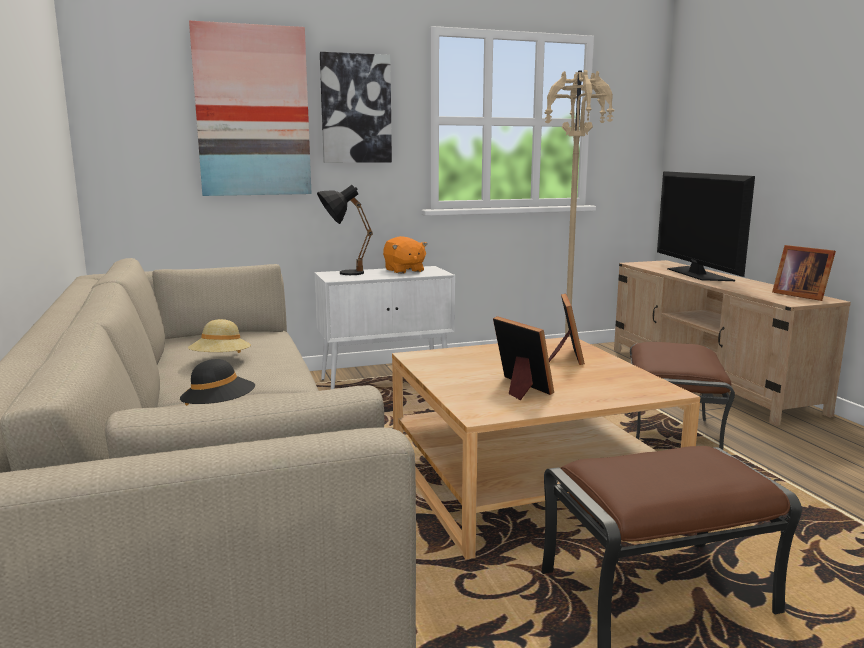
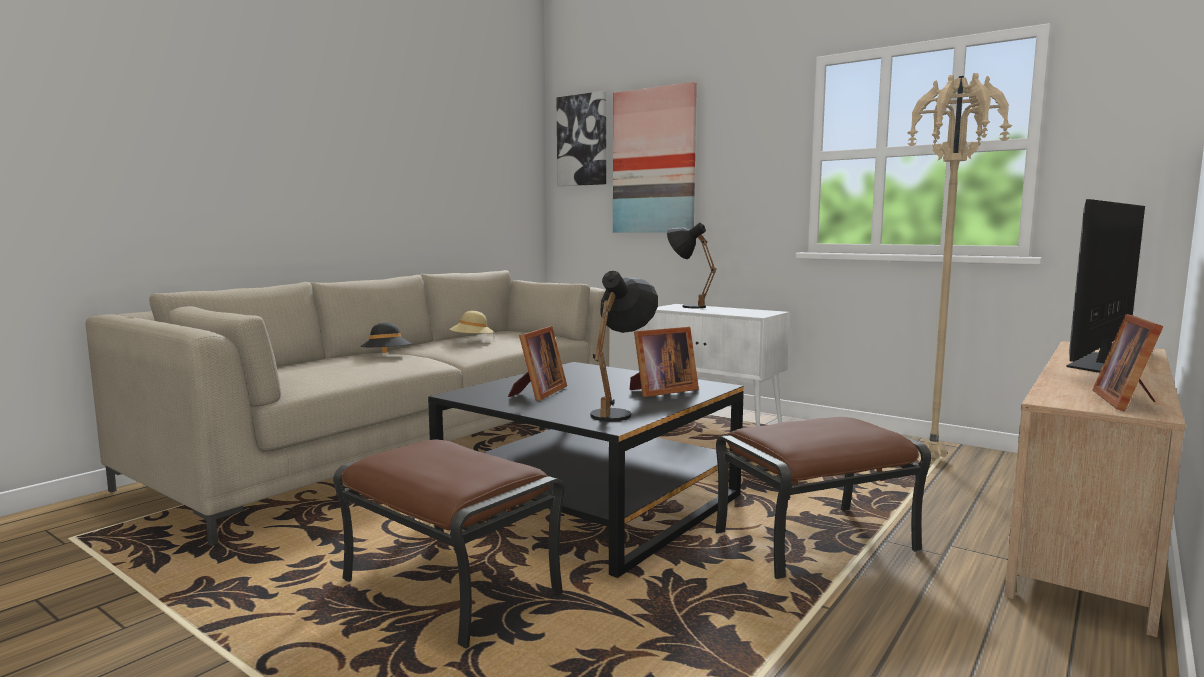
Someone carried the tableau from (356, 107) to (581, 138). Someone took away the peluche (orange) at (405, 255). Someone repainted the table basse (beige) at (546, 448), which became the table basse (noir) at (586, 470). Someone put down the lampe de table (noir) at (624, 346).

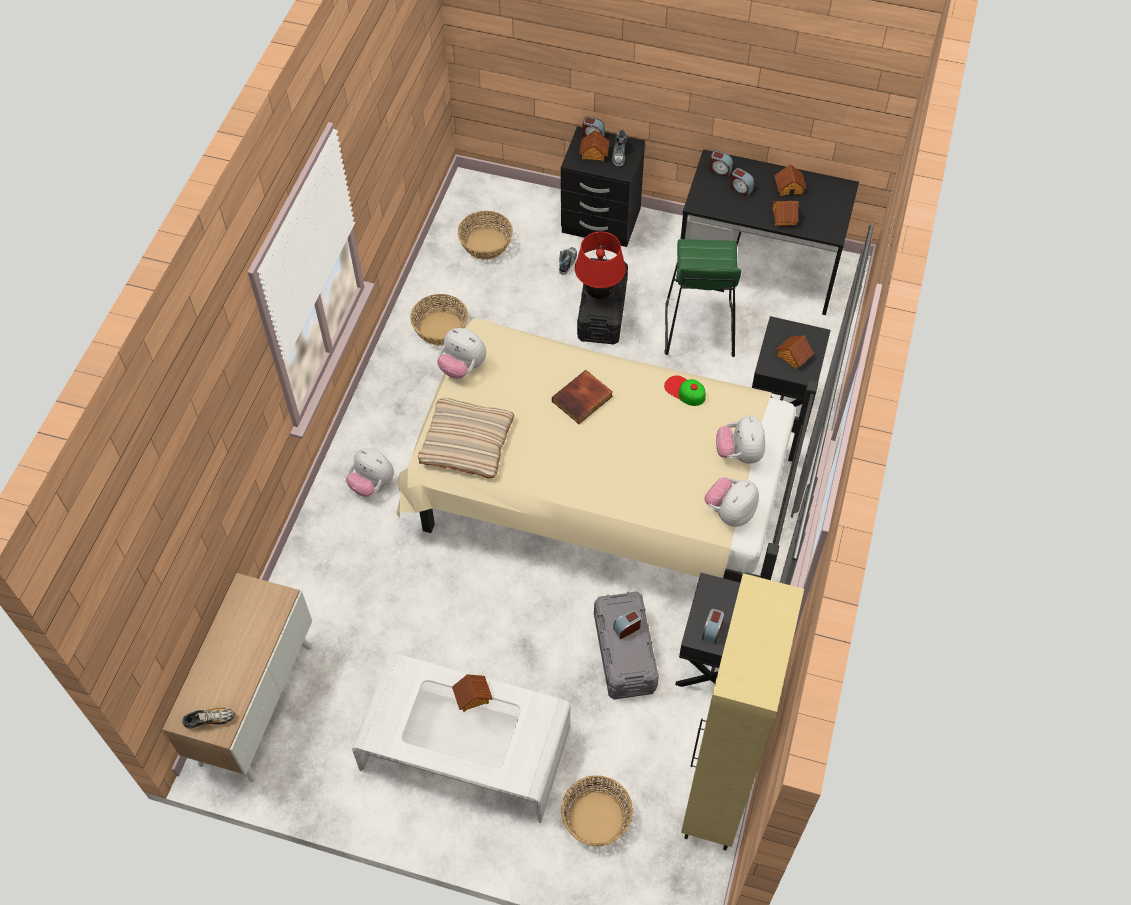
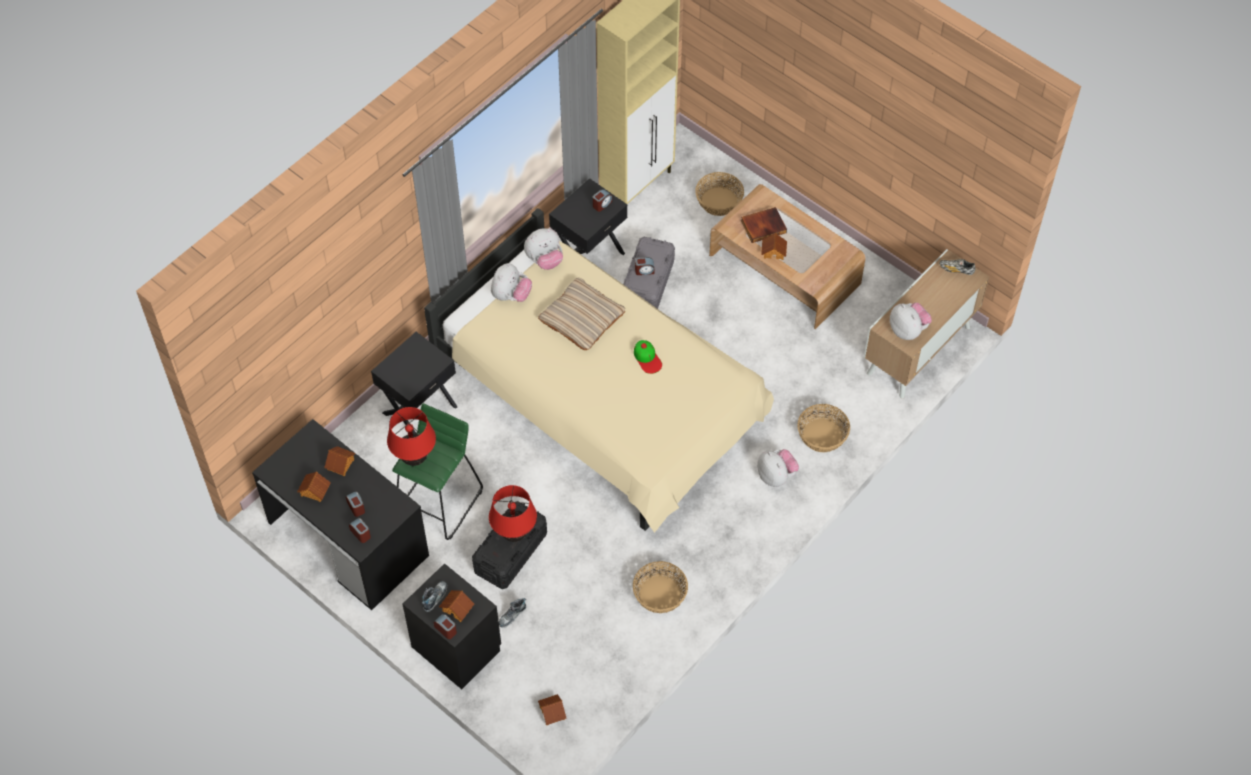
Someone repainted the table basse (blanc) at (461, 738), which became the table basse (marron) at (787, 256). Someone carried the coussin (beige) from (466, 438) to (581, 314). Someone carried the peluche from (461, 353) to (911, 321). Someone carried the panier from (485, 235) to (823, 428). Someone carried the livre from (582, 397) to (764, 225). Someone carried the casquette from (685, 390) to (648, 357). Someone carried the maison miniature from (795, 352) to (552, 709). Someone put down the lampe de table (rouge) at (411, 436).

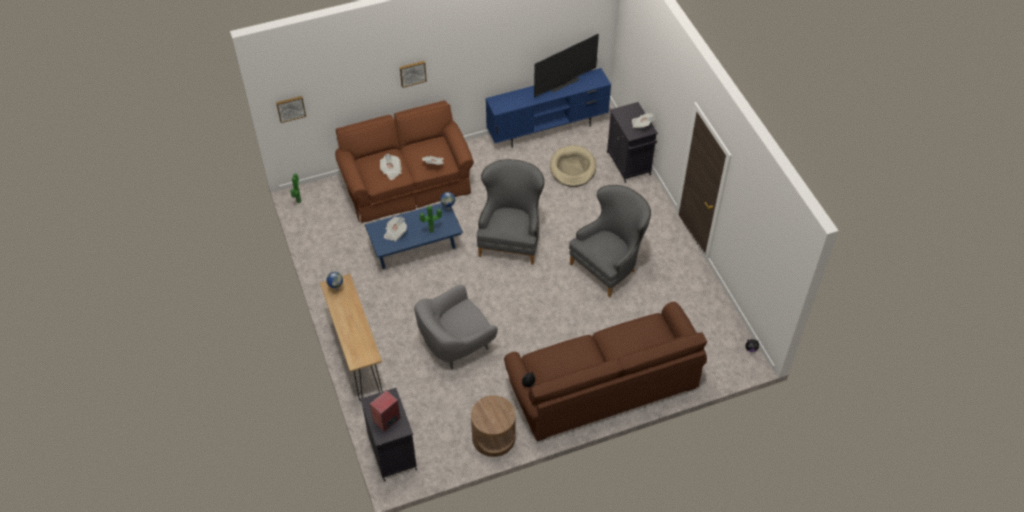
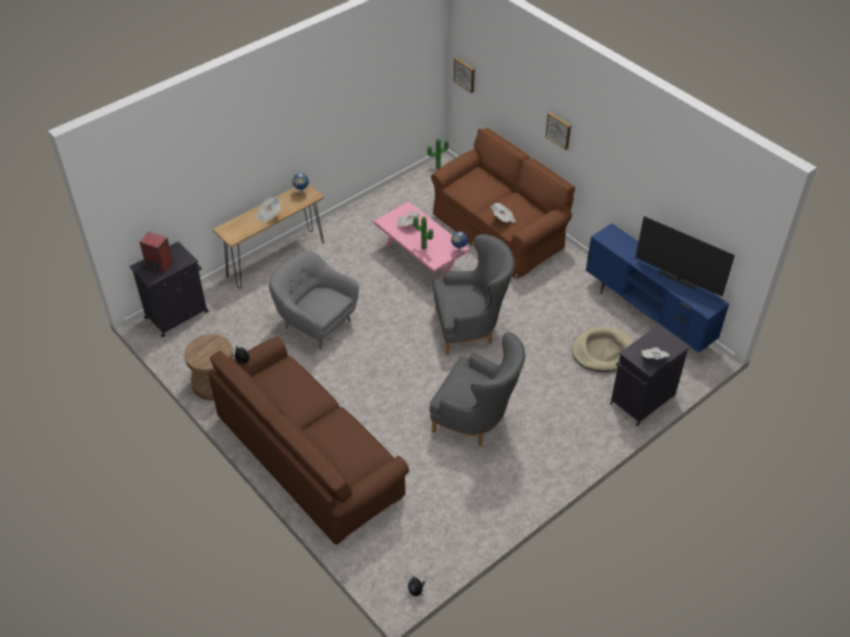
Someone repainted the table basse (bleu) at (414, 236), which became the table basse (rose) at (422, 240). Someone carried the journal from (391, 167) to (268, 210).

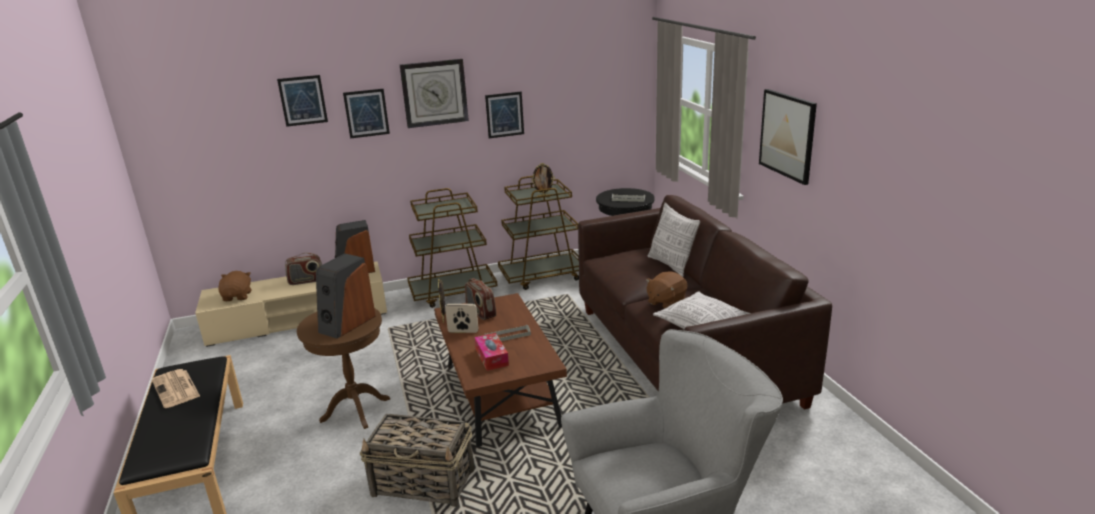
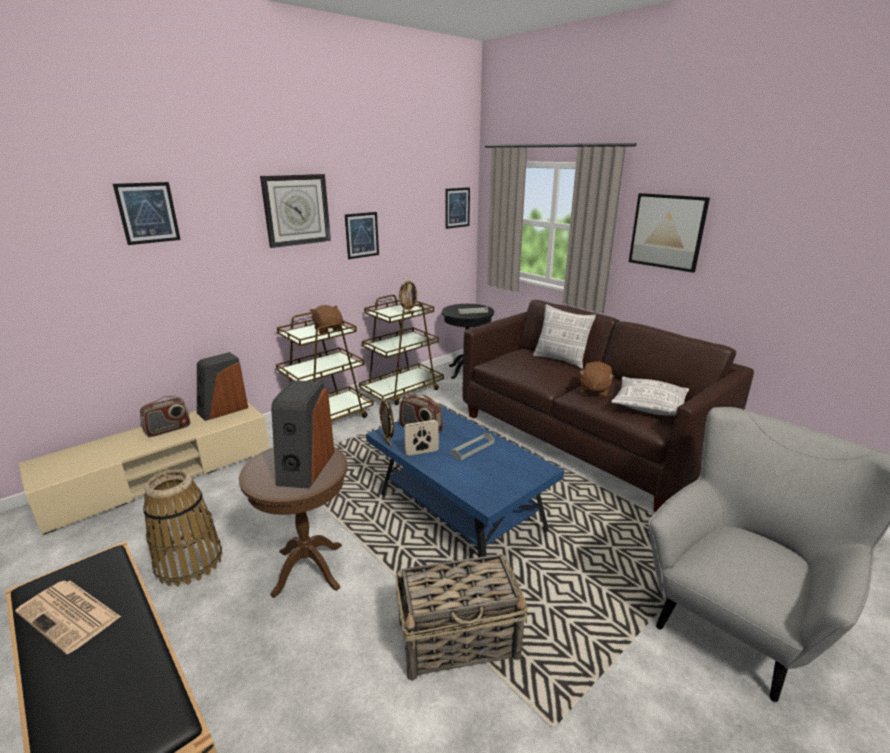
Someone carried the peluche (marron) from (235, 286) to (326, 319). Someone carried the tableau from (366, 114) to (457, 208). Someone repainted the table basse (marron) at (500, 370), which became the table basse (bleu) at (465, 481). Someone took away the boîte à mouchoirs at (492, 352). Someone put down the panier at (183, 528).

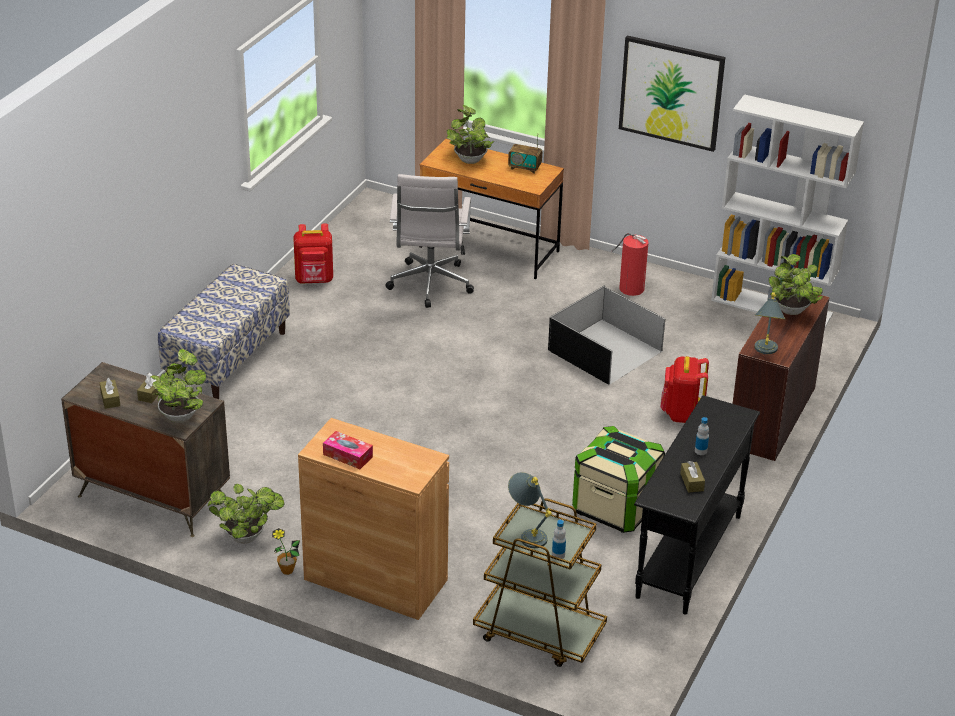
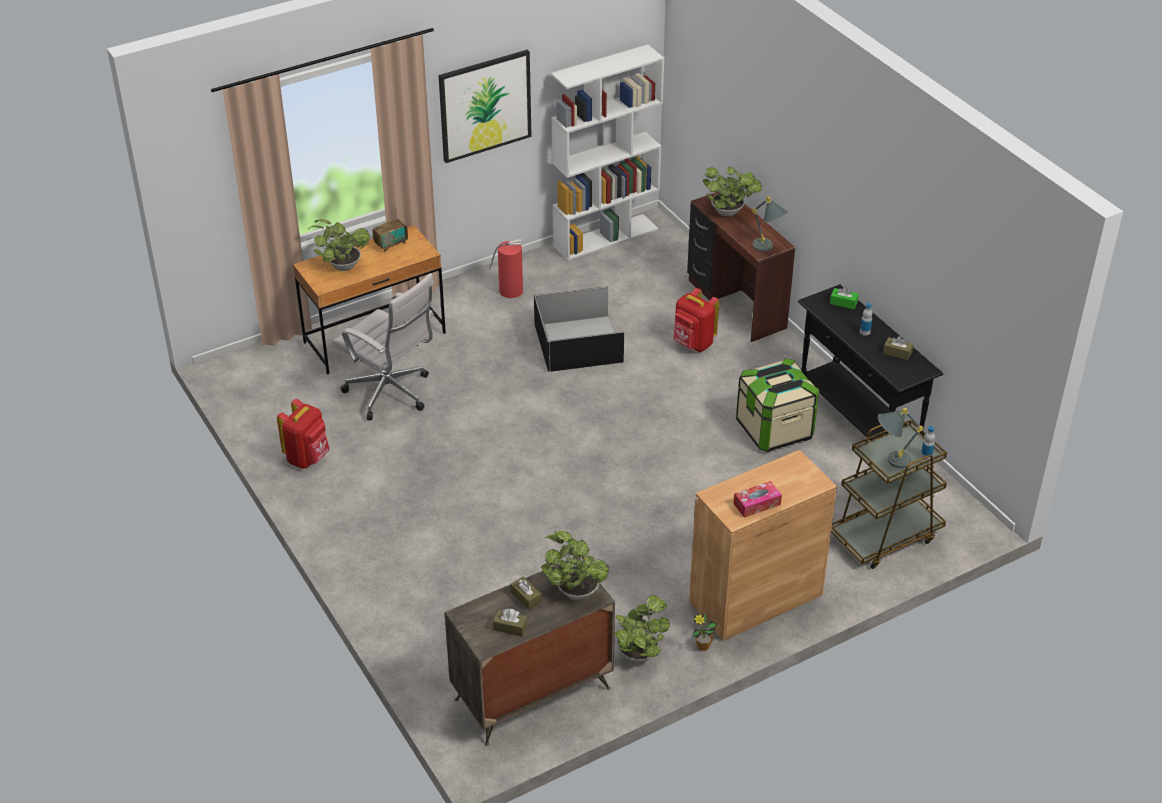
Someone took away the banc at (224, 331). Someone put down the boîte à mouchoirs (vert) at (844, 297).

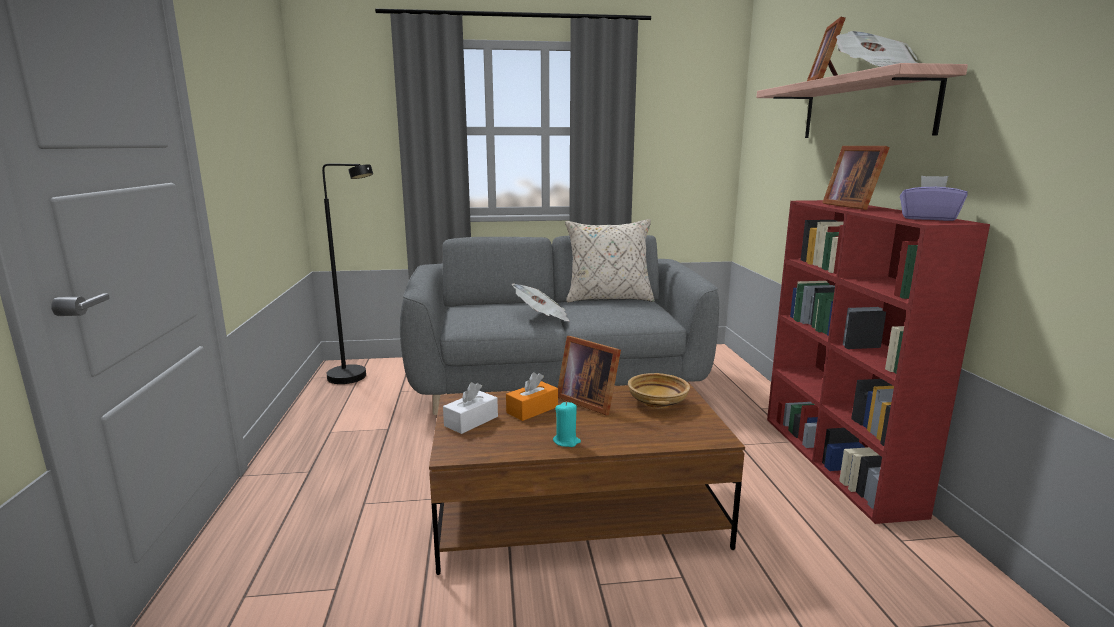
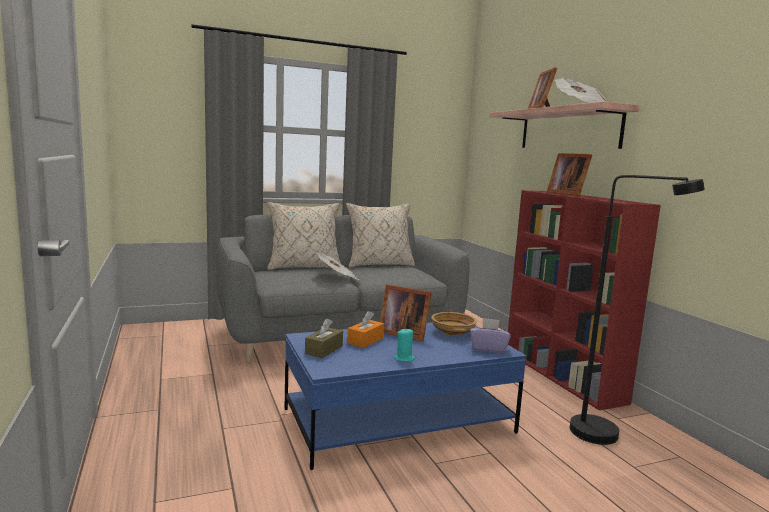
Someone carried the lampadaire (noir) from (347, 274) to (637, 310). Someone repainted the table basse (marron) at (587, 478), which became the table basse (bleu) at (405, 396). Someone repainted the boîte à mouchoirs (blanc) at (470, 408), which became the boîte à mouchoirs (marron) at (324, 338). Someone carried the boîte à mouchoirs (violet) from (934, 198) to (490, 335). Someone put down the coussin (beige) at (304, 236).

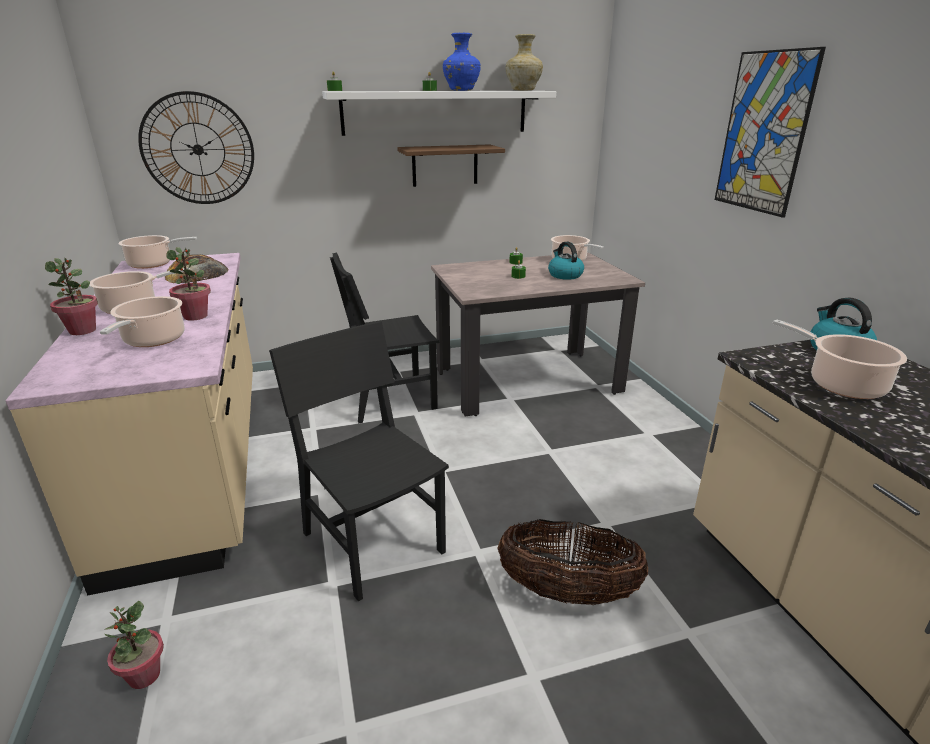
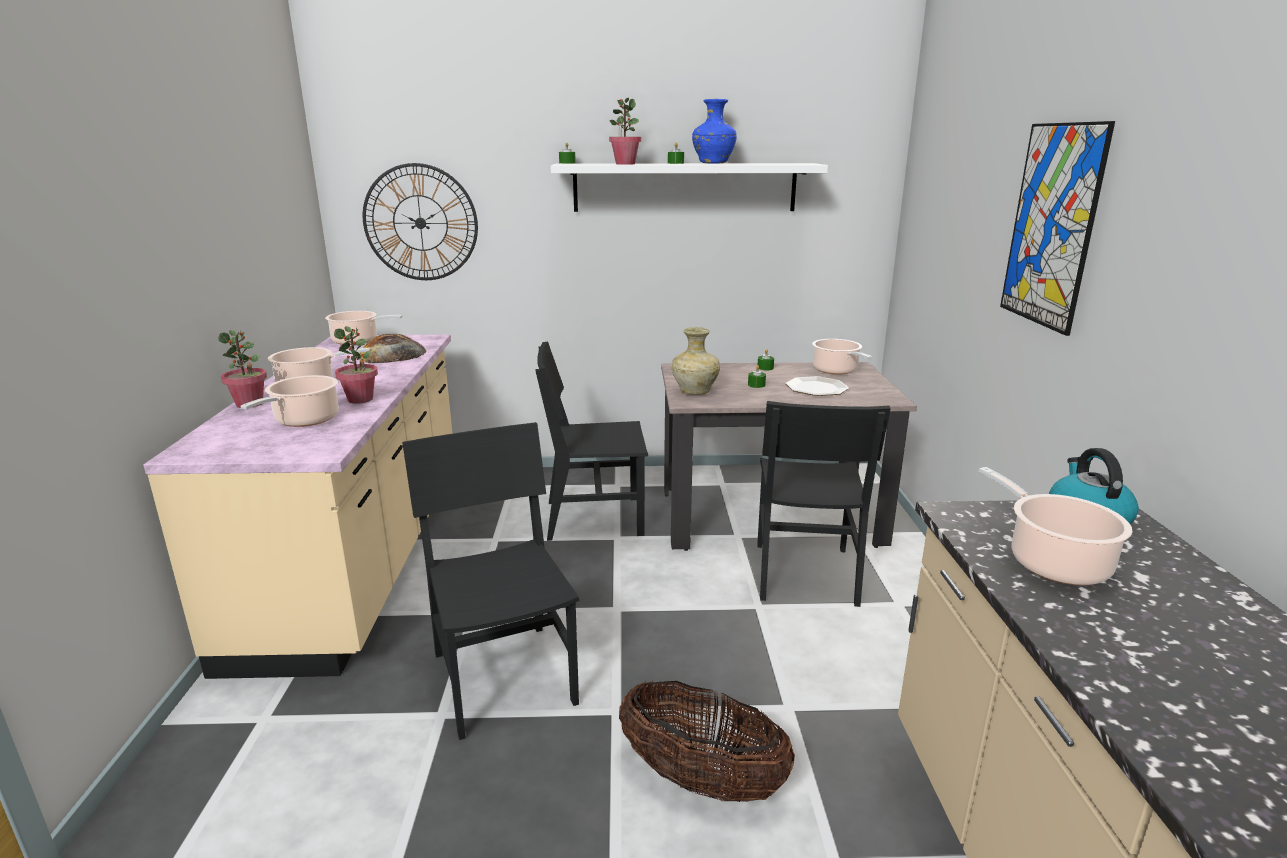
Someone carried the plante en pot from (134, 645) to (625, 131). Someone took away the étagère at (451, 165). Someone carried the vase (beige) from (524, 62) to (695, 361). Someone swapped the bouilloire at (566, 261) for the assiette at (817, 386). Someone put down the chaise (noir) at (824, 504).

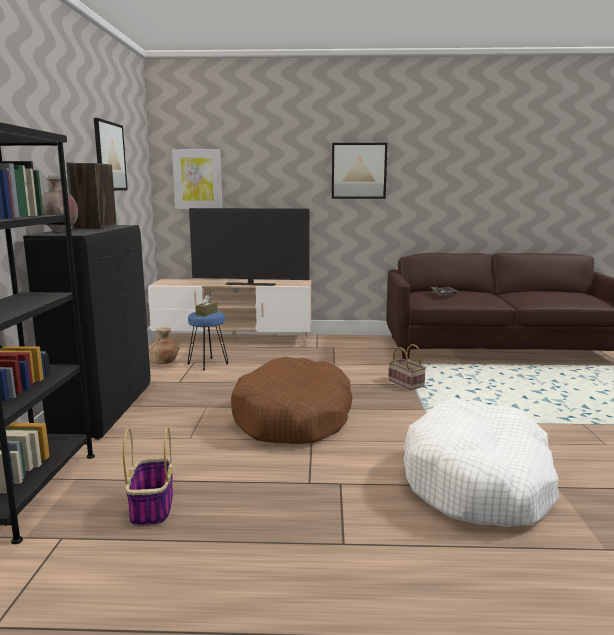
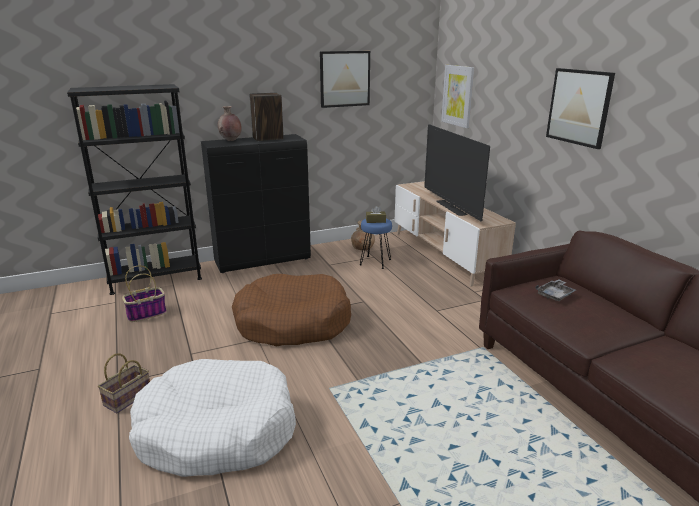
Someone carried the panier from (407, 367) to (124, 383).

